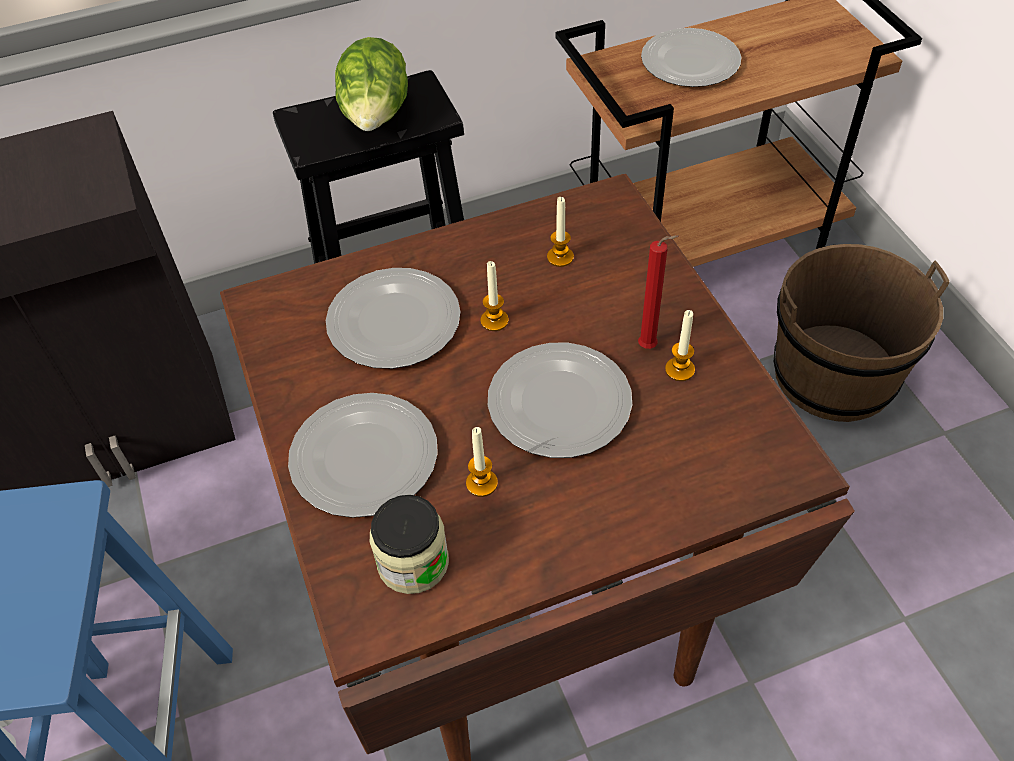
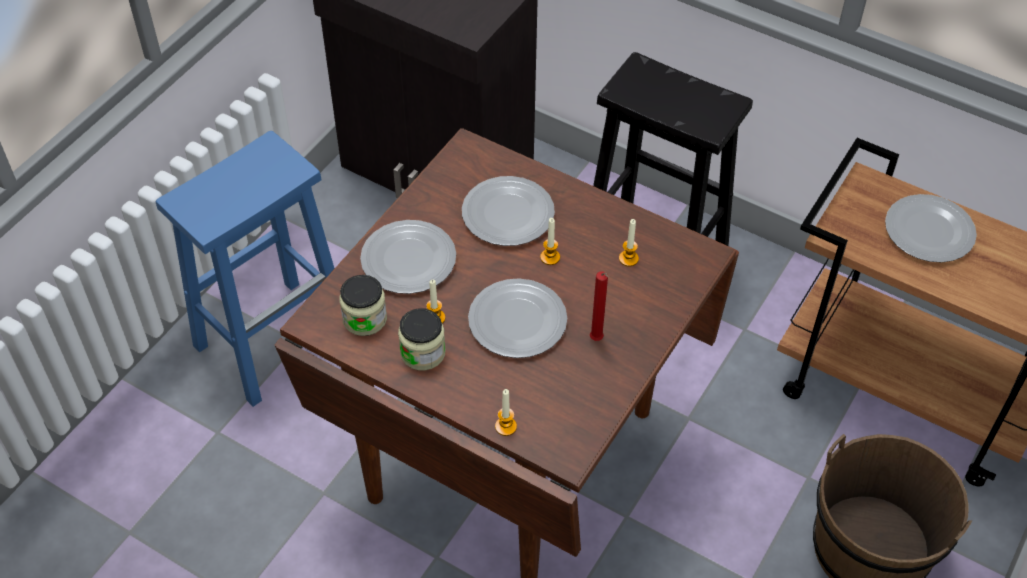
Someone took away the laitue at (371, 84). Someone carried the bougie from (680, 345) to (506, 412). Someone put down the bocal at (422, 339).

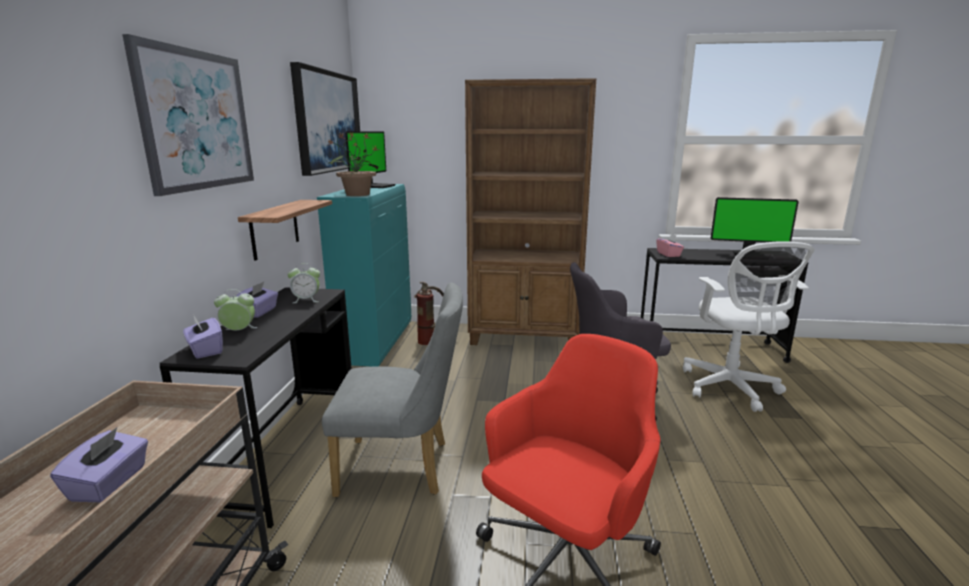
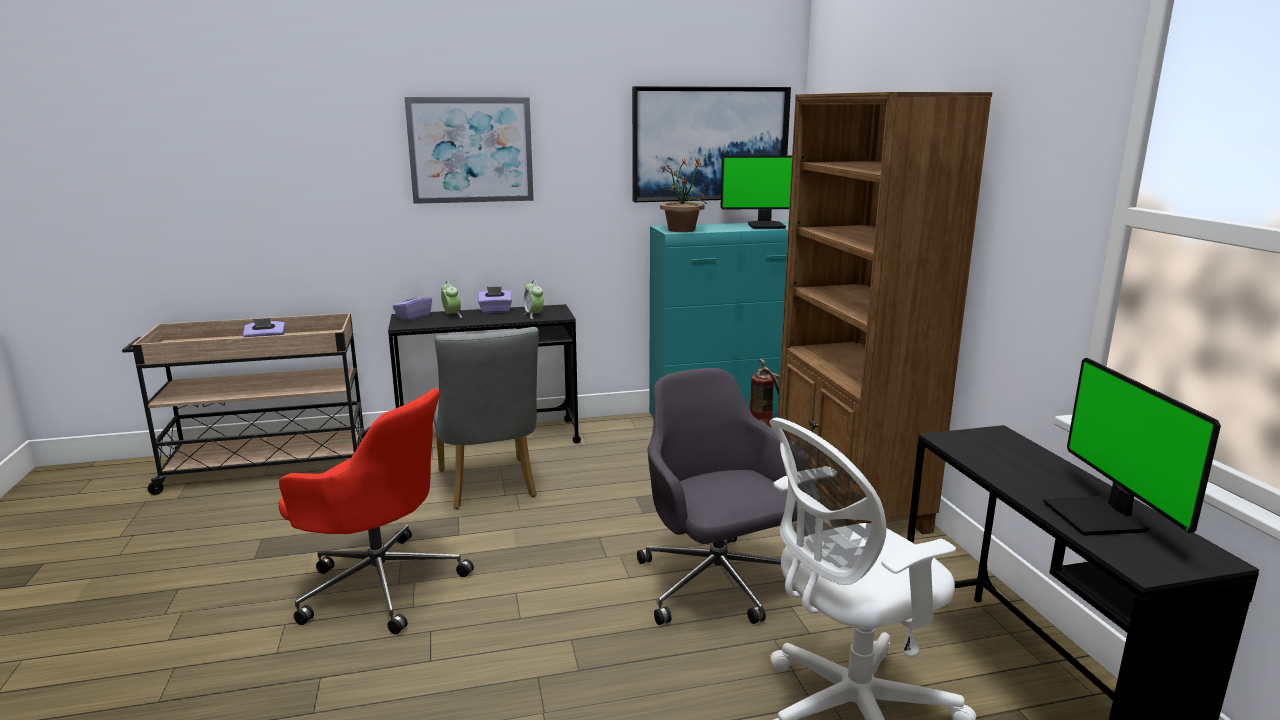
Someone took away the étagère at (285, 230). Someone took away the boîte à mouchoirs (rose) at (670, 245).

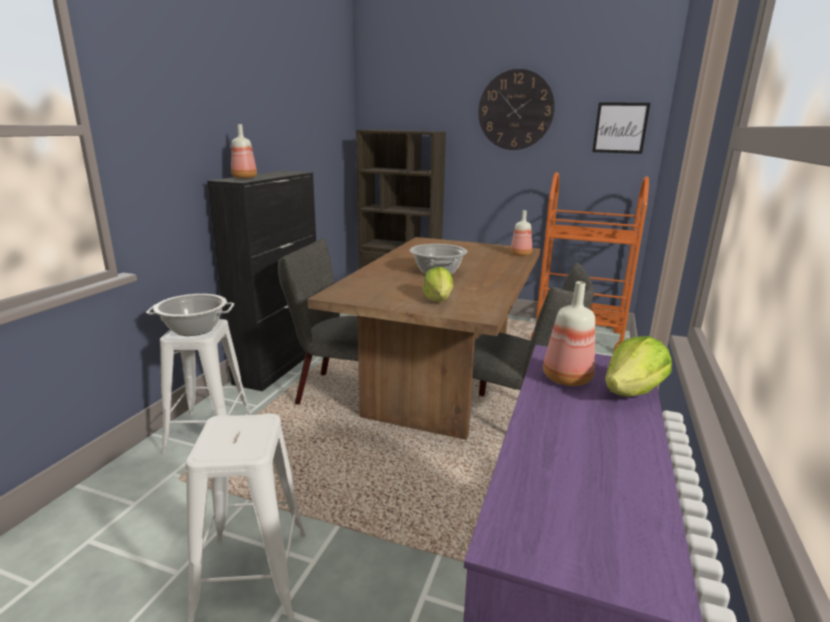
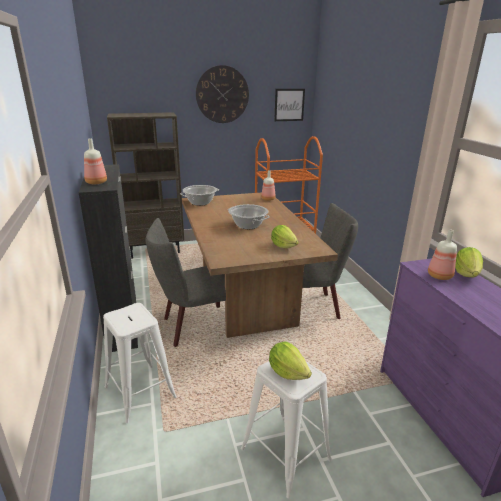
Someone carried the marmite from (190, 315) to (199, 195). Someone put down the laitue at (290, 360).

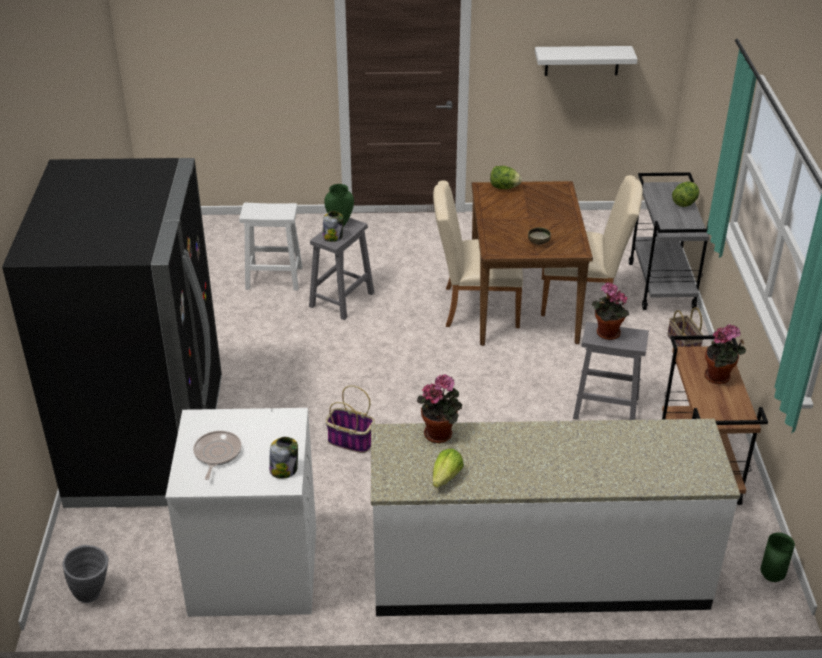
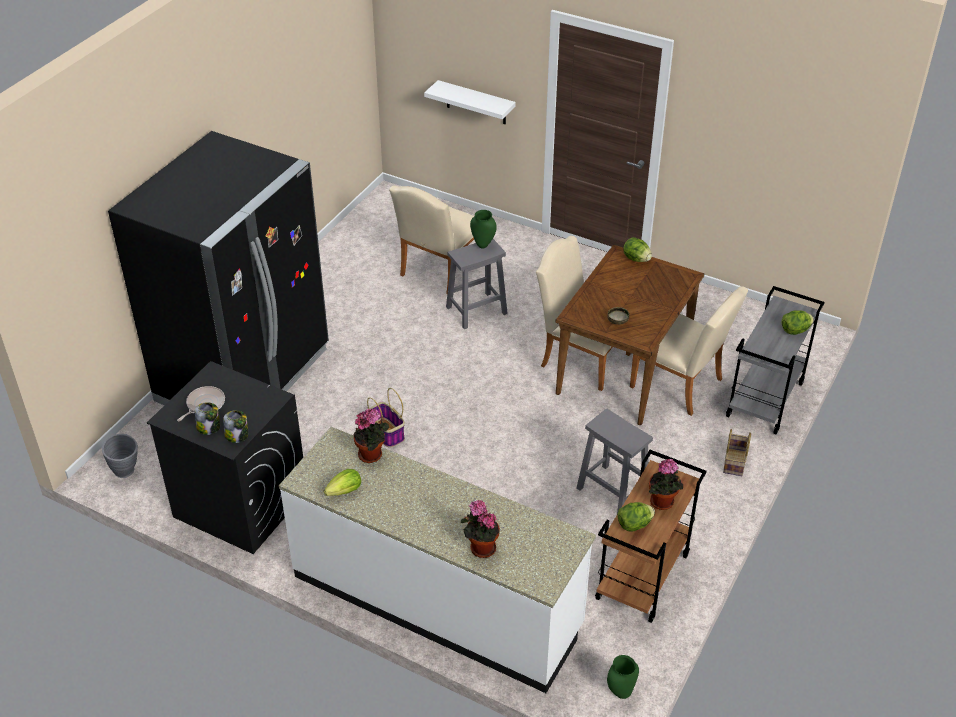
Someone repainted the lave-linge (blanc) at (240, 512), which became the lave-linge (noir) at (225, 457). Someone swapped the tabouret (blanc) at (270, 247) for the chaise (beige) at (431, 239). Someone carried the bocal from (332, 226) to (207, 418). Someone carried the étagère (blanc) from (586, 61) to (470, 102). Someone carried the plante en pot from (611, 311) to (480, 529). Someone put down the laitue at (636, 517).

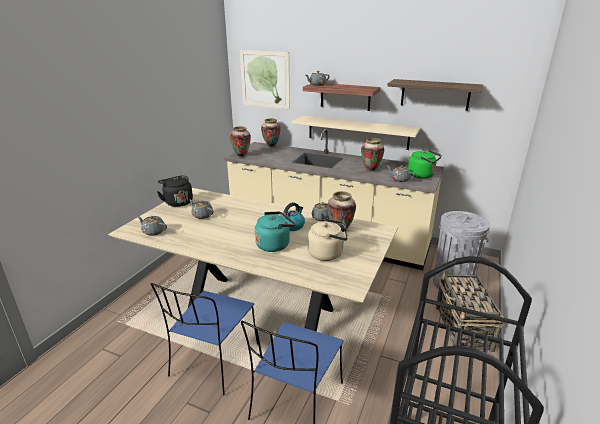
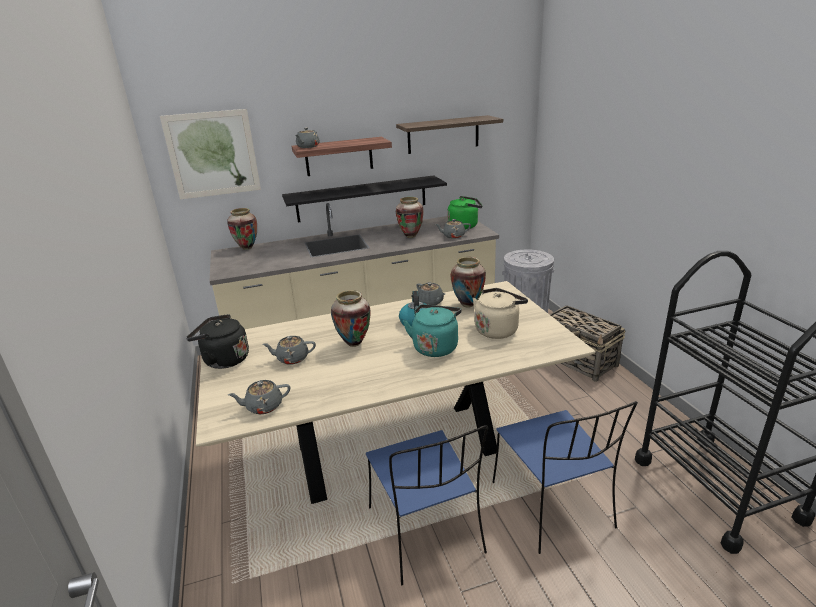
Someone carried the vase from (240, 141) to (350, 318). Someone repainted the étagère (beige) at (356, 133), which became the étagère (noir) at (364, 198).

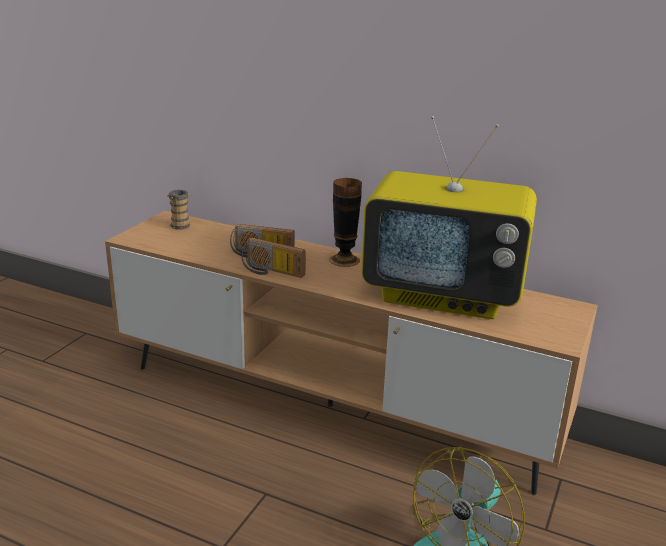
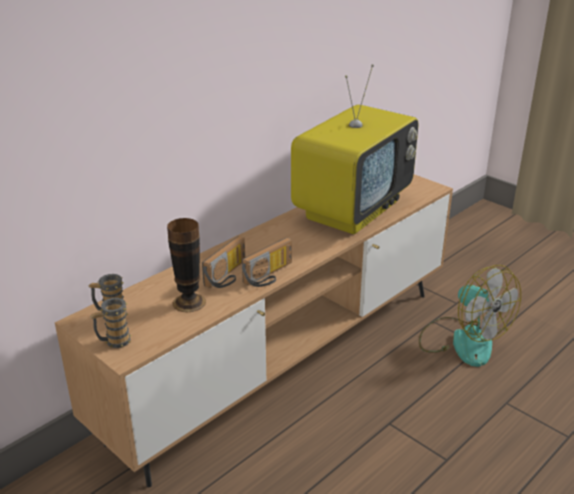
Someone carried the vase from (345, 222) to (186, 265). Someone put down the mug at (111, 323).

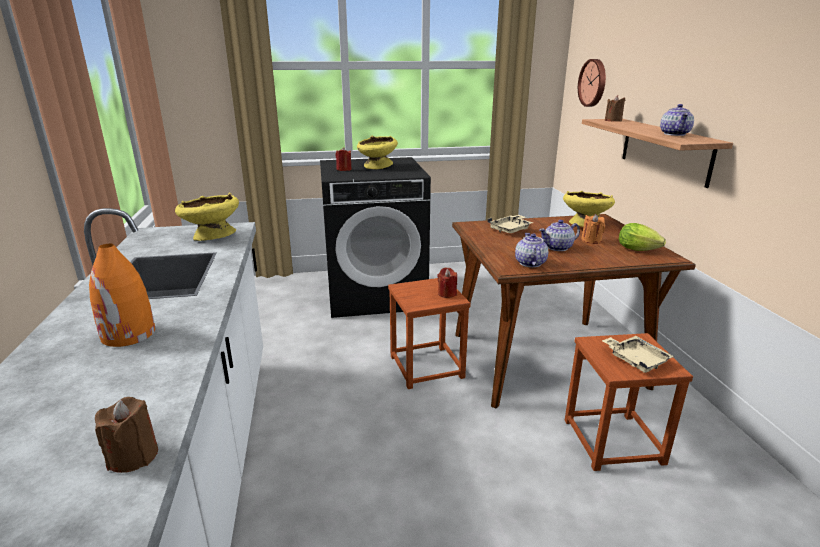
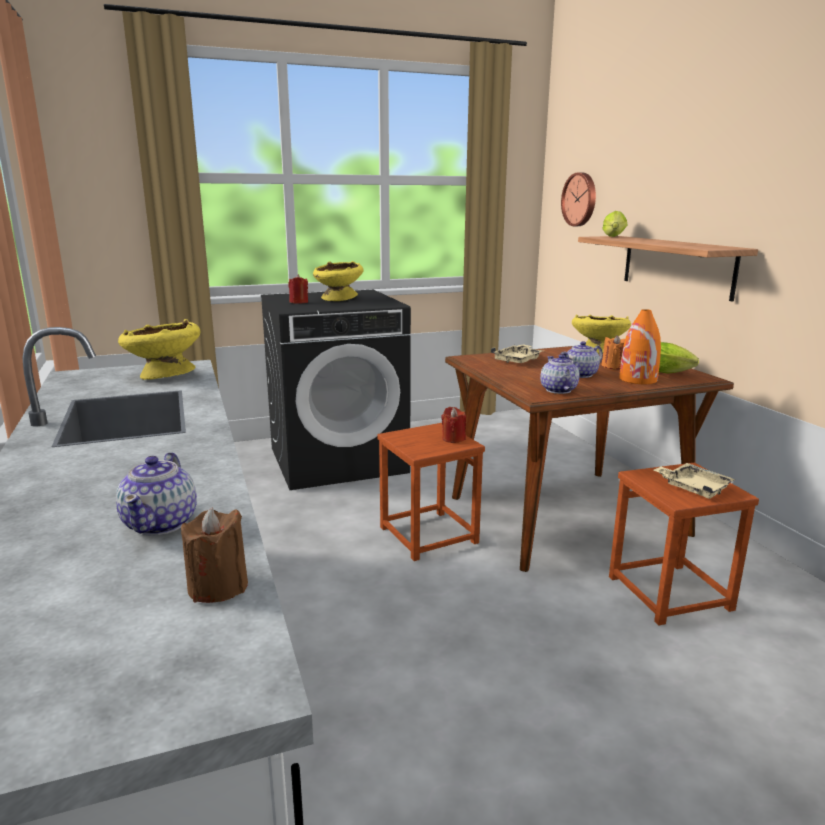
Someone carried the vase (orange) from (122, 295) to (640, 346). Someone swapped the bougie (marron) at (615, 108) for the laitue at (614, 224). Someone carried the théière from (677, 120) to (156, 494).

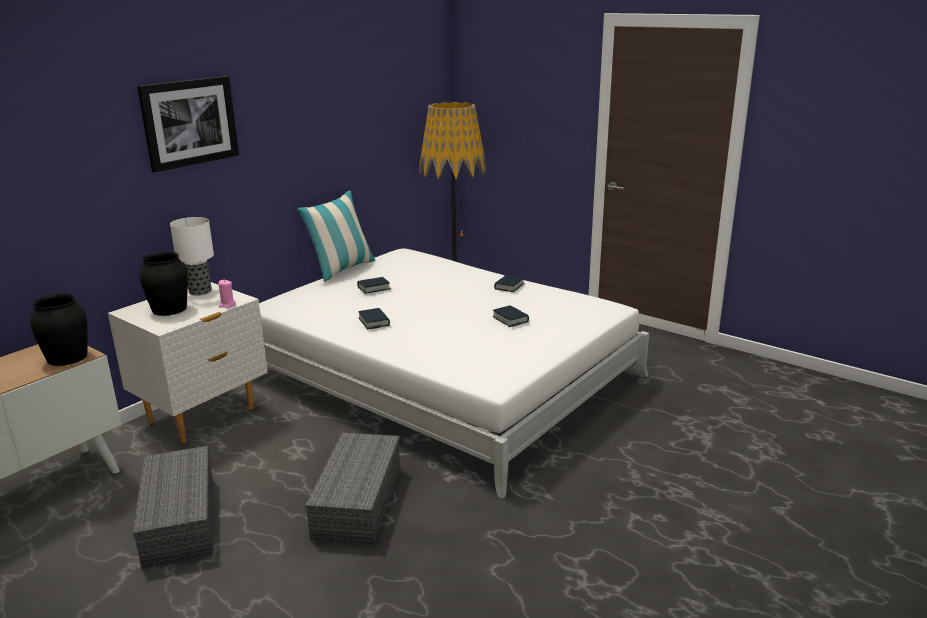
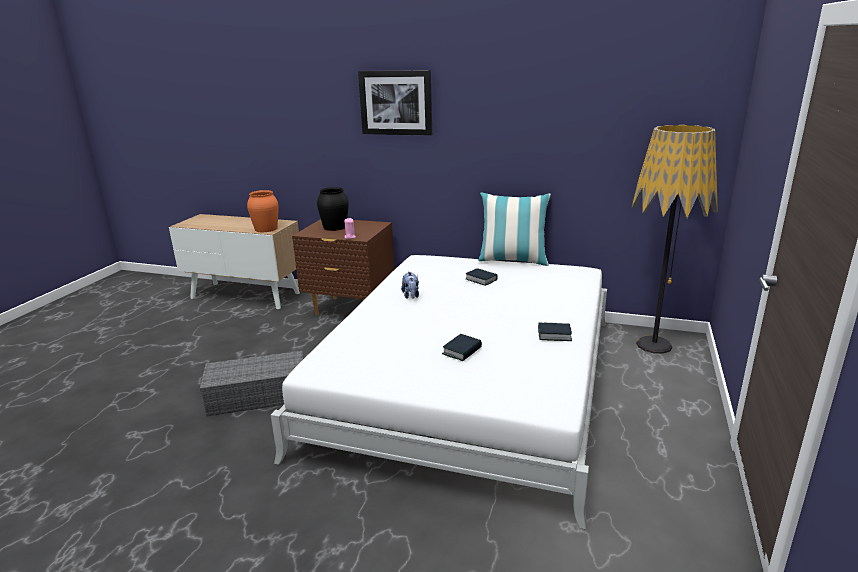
Someone repainted the vase (noir) at (59, 329), which became the vase (orange) at (263, 211). Someone repainted the table de chevet (blanc) at (188, 362), which became the table de chevet (marron) at (343, 267). Someone took away the boîte de rangement (gris) at (173, 507). Someone took away the lampe de table at (192, 256). Someone swapped the livre at (374, 318) for the peluche at (410, 285).

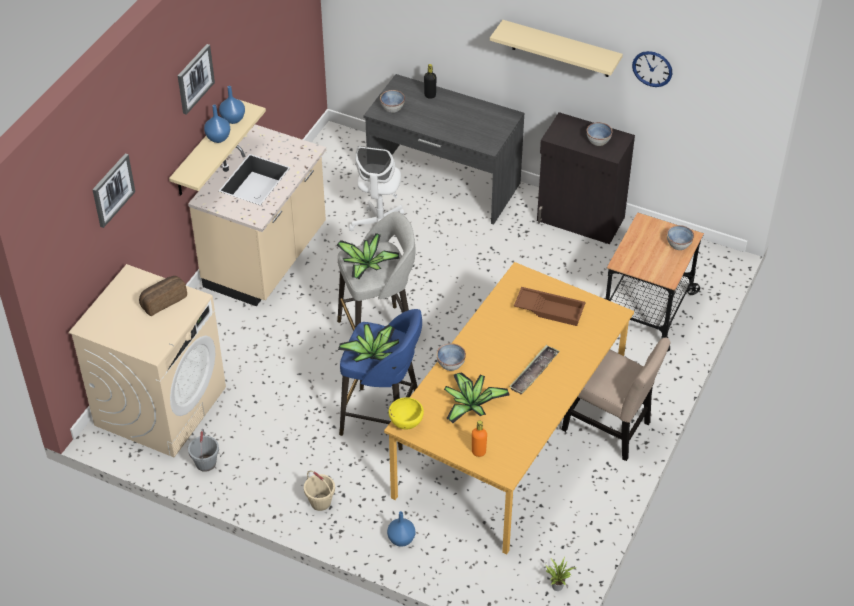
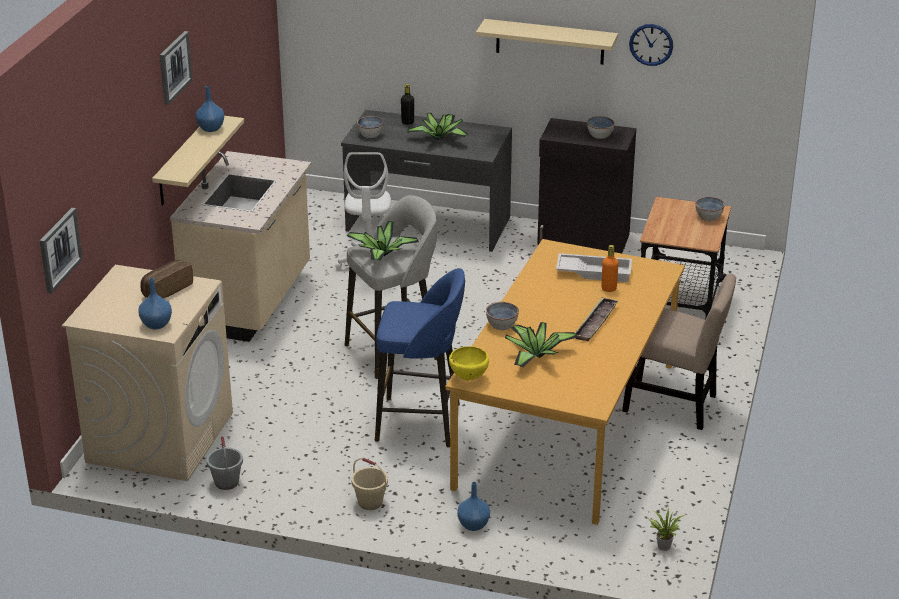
Someone carried the tableau from (113, 190) to (61, 250). Someone carried the vase (bleu) from (217, 124) to (155, 303). Someone carried the plante en pot from (368, 346) to (437, 126). Someone carried the bouteille (orange) from (479, 438) to (610, 268). Someone repainted the plateau (marron) at (550, 306), which became the plateau (blanc) at (594, 267).

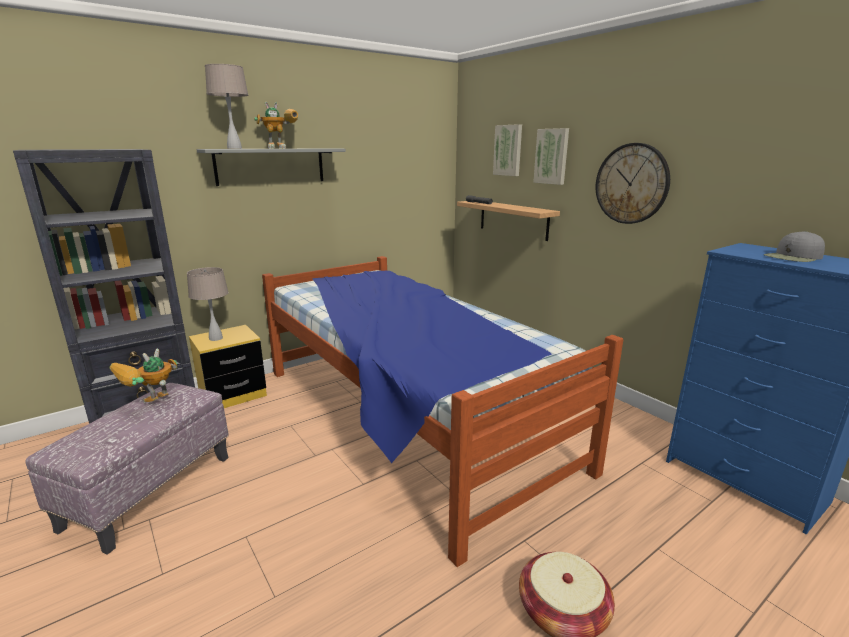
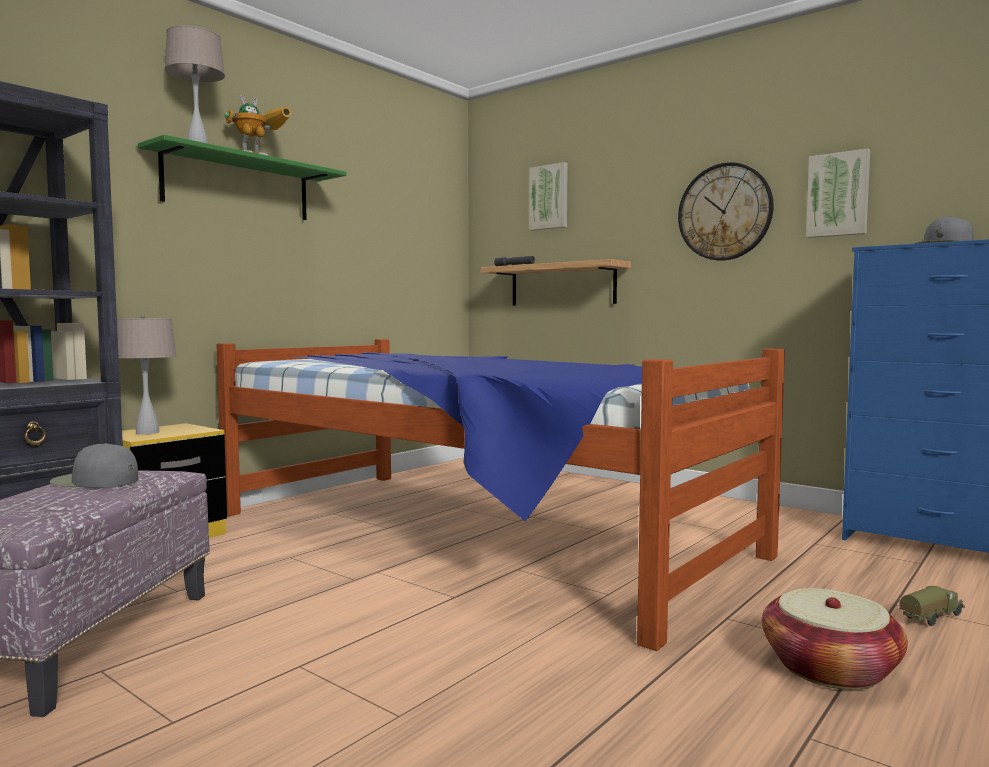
Someone swapped the robot jouet at (144, 376) for the casquette (gris) at (94, 465). Someone repainted the étagère (gris) at (271, 167), which became the étagère (vert) at (242, 177). Someone carried the tableau from (551, 156) to (838, 193). Someone put down the camion jouet at (932, 606).

